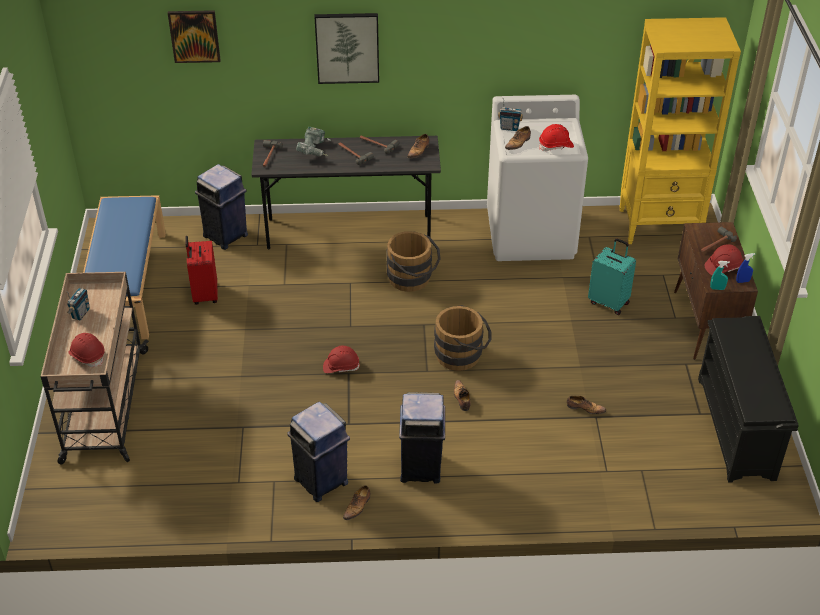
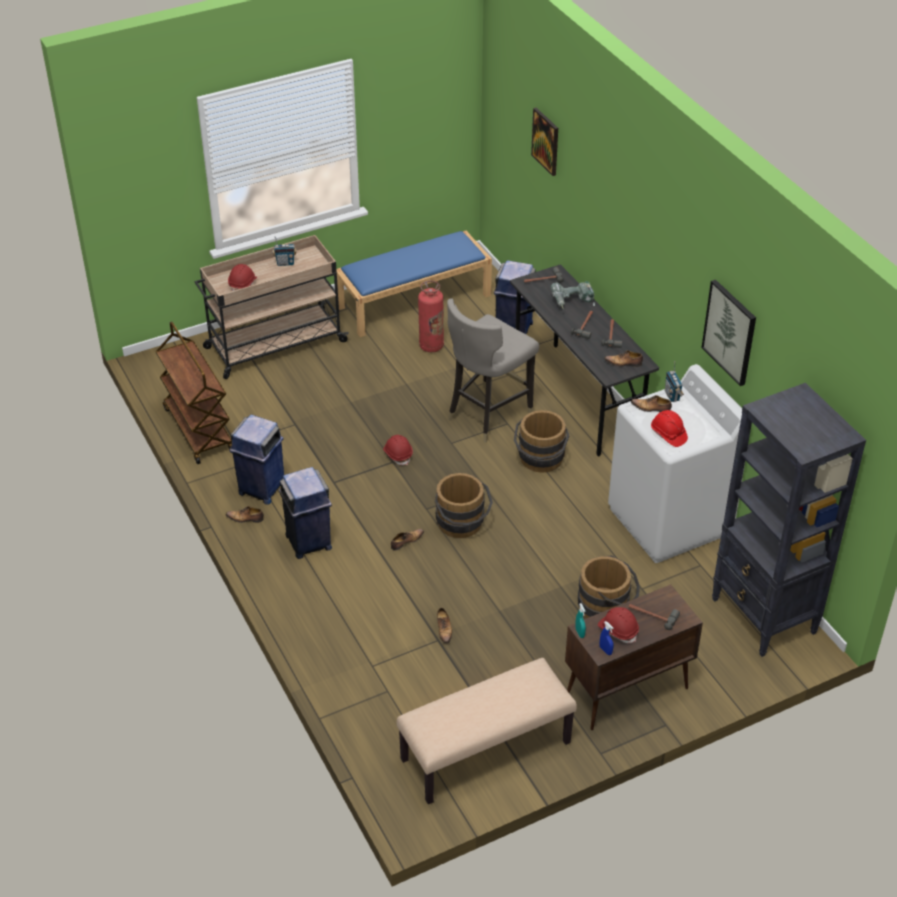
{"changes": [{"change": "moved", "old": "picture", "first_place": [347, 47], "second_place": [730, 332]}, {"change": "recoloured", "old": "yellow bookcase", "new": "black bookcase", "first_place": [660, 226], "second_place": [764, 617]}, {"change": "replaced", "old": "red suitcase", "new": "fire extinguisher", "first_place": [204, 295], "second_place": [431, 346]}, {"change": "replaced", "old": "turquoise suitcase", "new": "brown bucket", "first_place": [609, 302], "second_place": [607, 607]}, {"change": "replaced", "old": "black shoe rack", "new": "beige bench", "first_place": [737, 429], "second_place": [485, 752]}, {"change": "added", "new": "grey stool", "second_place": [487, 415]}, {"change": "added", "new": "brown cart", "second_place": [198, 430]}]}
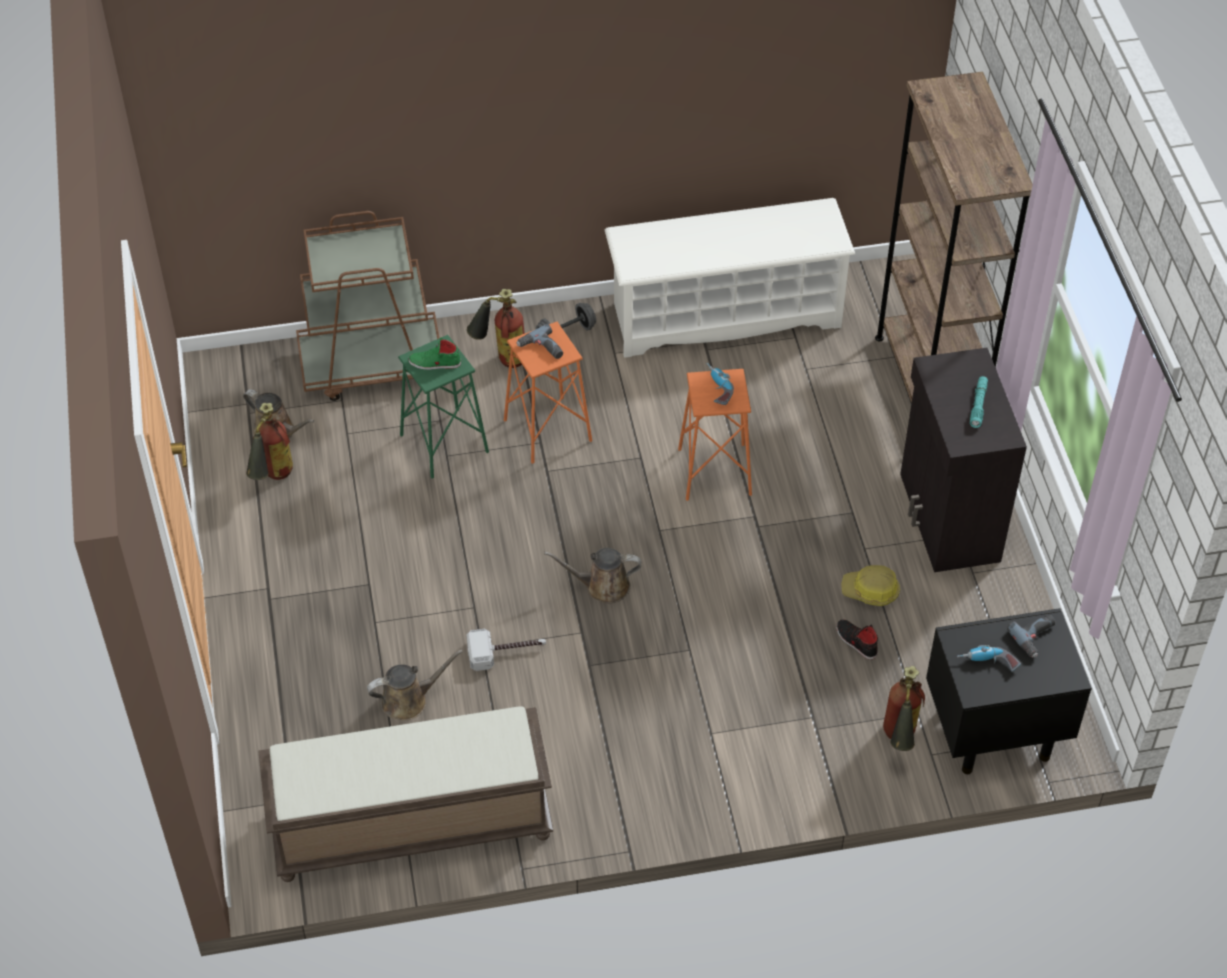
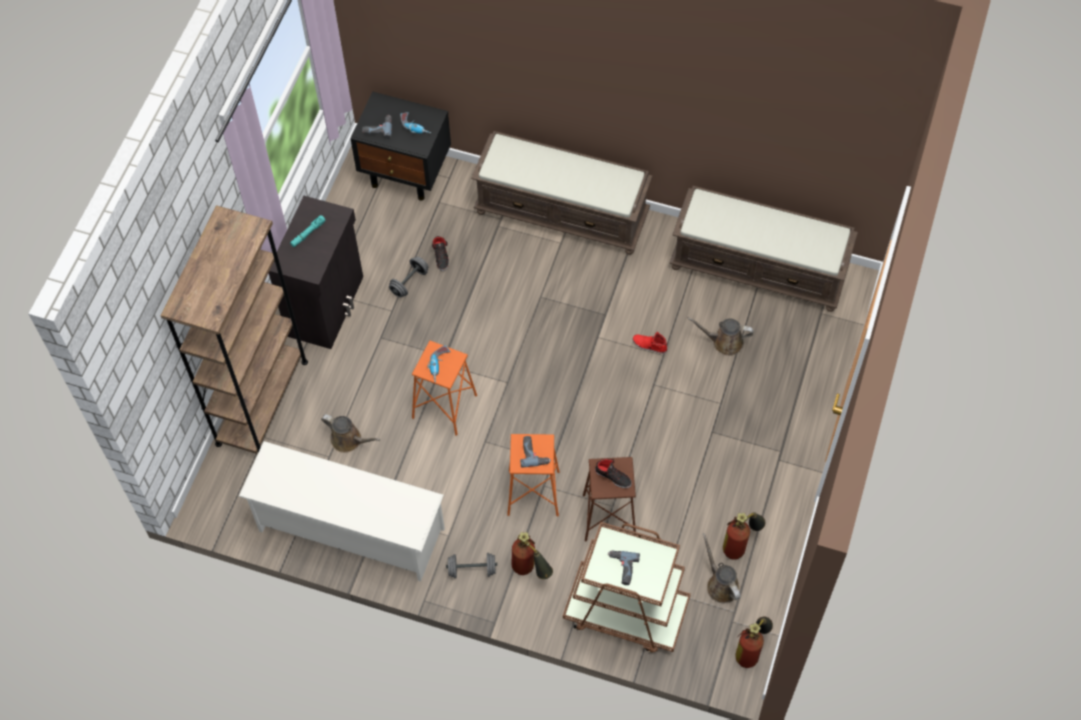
{"changes": [{"change": "recoloured", "old": "green stool", "new": "brown stool", "first_place": [444, 443], "second_place": [608, 516]}, {"change": "recoloured", "old": "green shoe", "new": "black shoe", "first_place": [435, 363], "second_place": [613, 476]}, {"change": "moved", "old": "brown watering can", "first_place": [602, 586], "second_place": [349, 440]}, {"change": "replaced", "old": "hard hat", "new": "grey dumbbell", "first_place": [870, 591], "second_place": [409, 282]}, {"change": "replaced", "old": "hammer", "new": "red shoe", "first_place": [507, 652], "second_place": [649, 345]}, {"change": "moved", "old": "fire extinguisher", "first_place": [898, 742], "second_place": [751, 650]}, {"change": "added", "new": "brown bench", "second_place": [563, 213]}, {"change": "added", "new": "power drill", "second_place": [621, 568]}]}
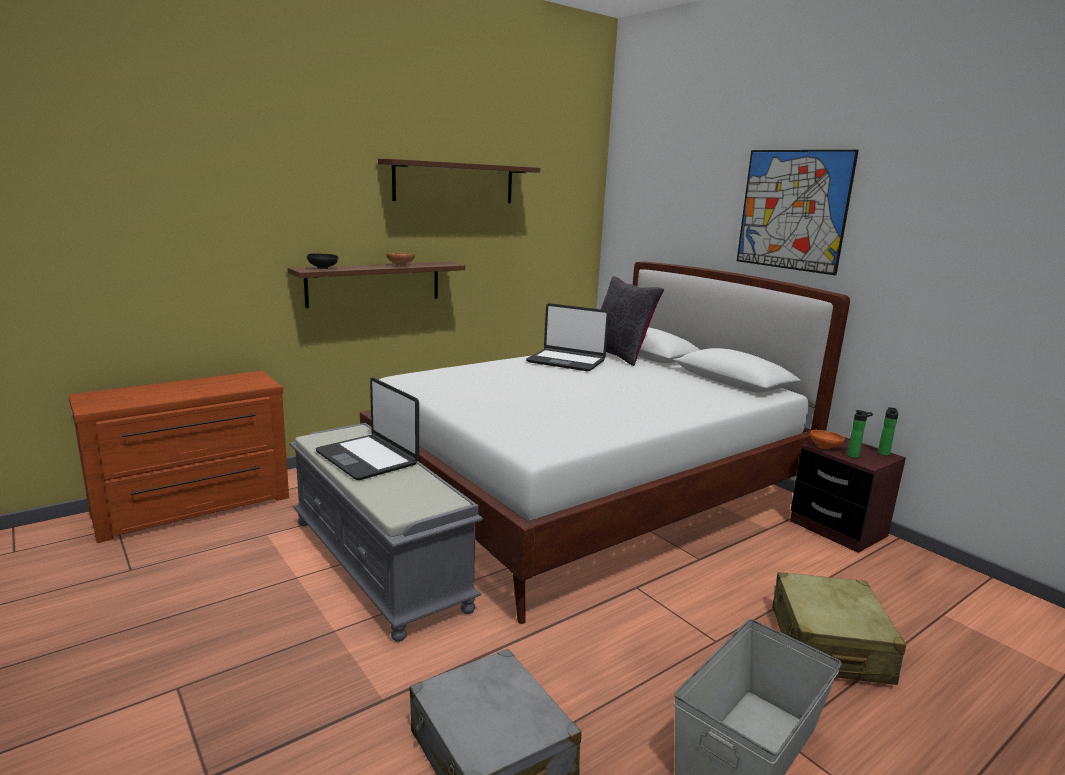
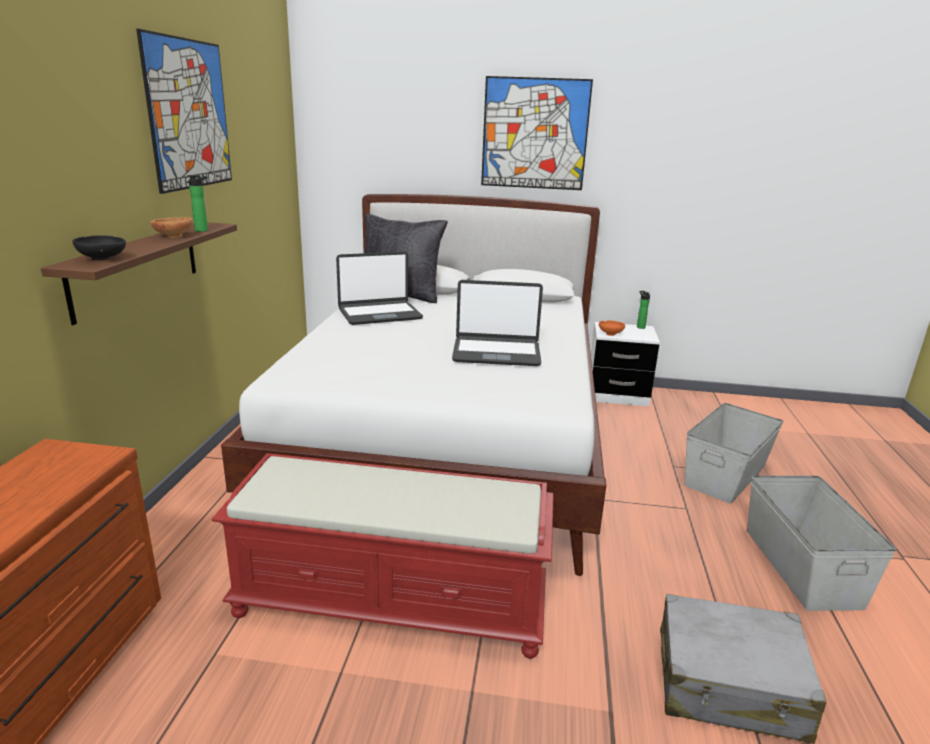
{"changes": [{"change": "replaced", "old": "brown shelf", "new": "picture", "first_place": [454, 182], "second_place": [189, 114]}, {"change": "moved", "old": "laptop", "first_place": [368, 458], "second_place": [496, 353]}, {"change": "moved", "old": "bottle", "first_place": [854, 456], "second_place": [203, 230]}, {"change": "recoloured", "old": "grey bench", "new": "red bench", "first_place": [380, 563], "second_place": [394, 601]}, {"change": "recoloured", "old": "brown nightstand", "new": "white nightstand", "first_place": [837, 529], "second_place": [617, 395]}, {"change": "replaced", "old": "beige suitcase", "new": "grey storage box", "first_place": [828, 644], "second_place": [726, 475]}]}
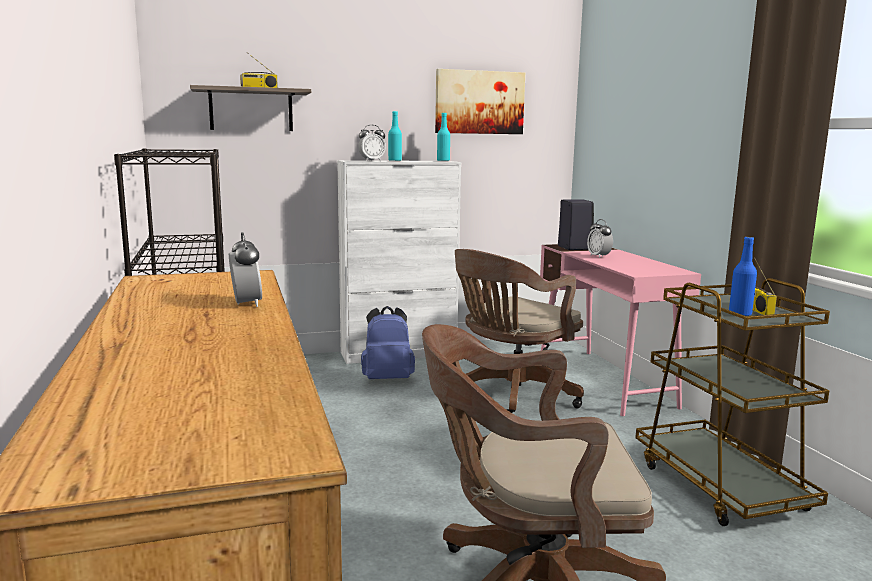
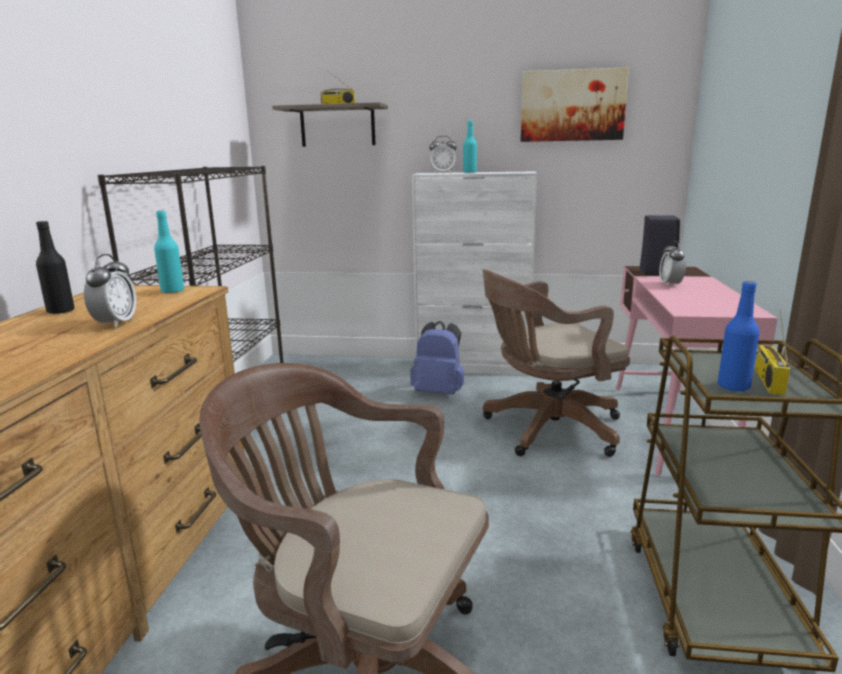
{"changes": [{"change": "moved", "old": "turquoise bottle", "first_place": [443, 161], "second_place": [172, 291]}, {"change": "added", "new": "black bottle", "second_place": [61, 311]}]}
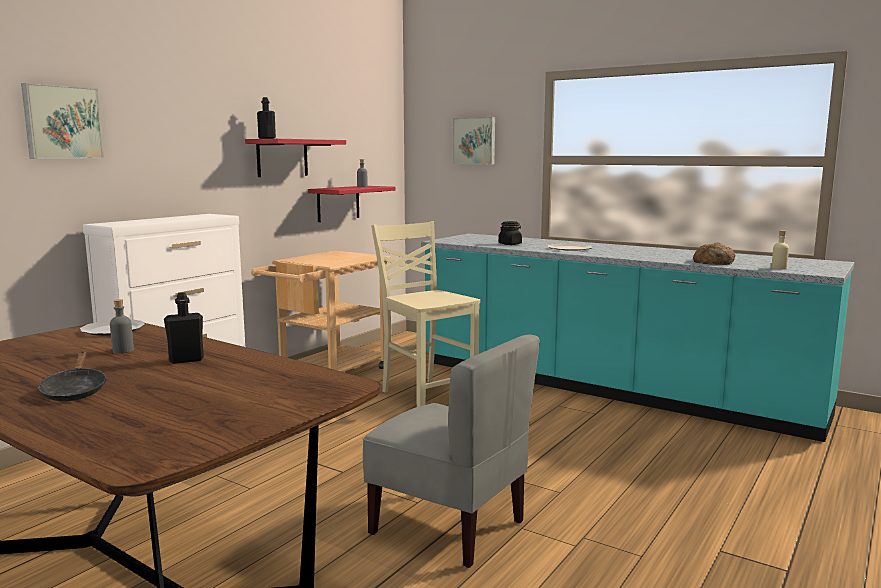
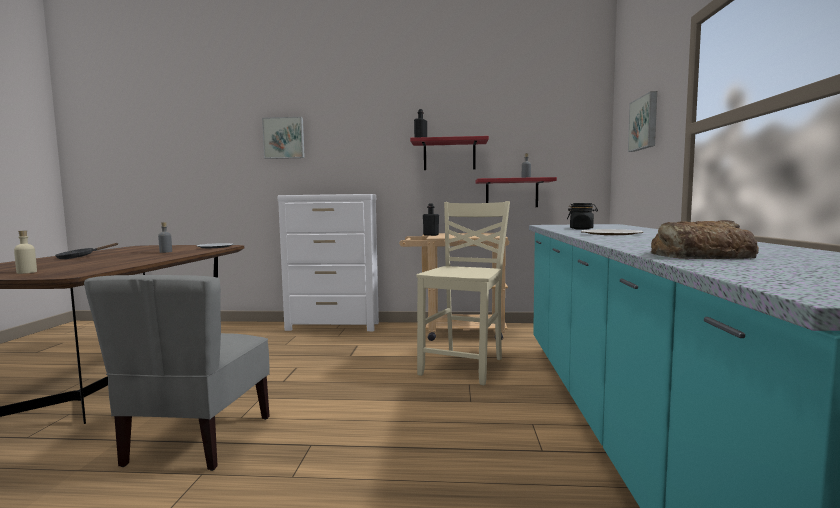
{"changes": [{"change": "moved", "old": "beige bottle", "first_place": [779, 268], "second_place": [27, 272]}, {"change": "moved", "old": "black bottle", "first_place": [186, 360], "second_place": [431, 235]}]}
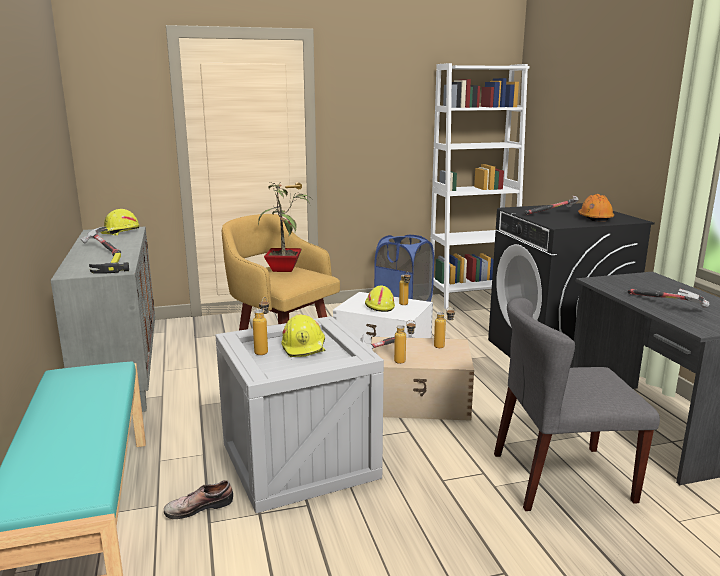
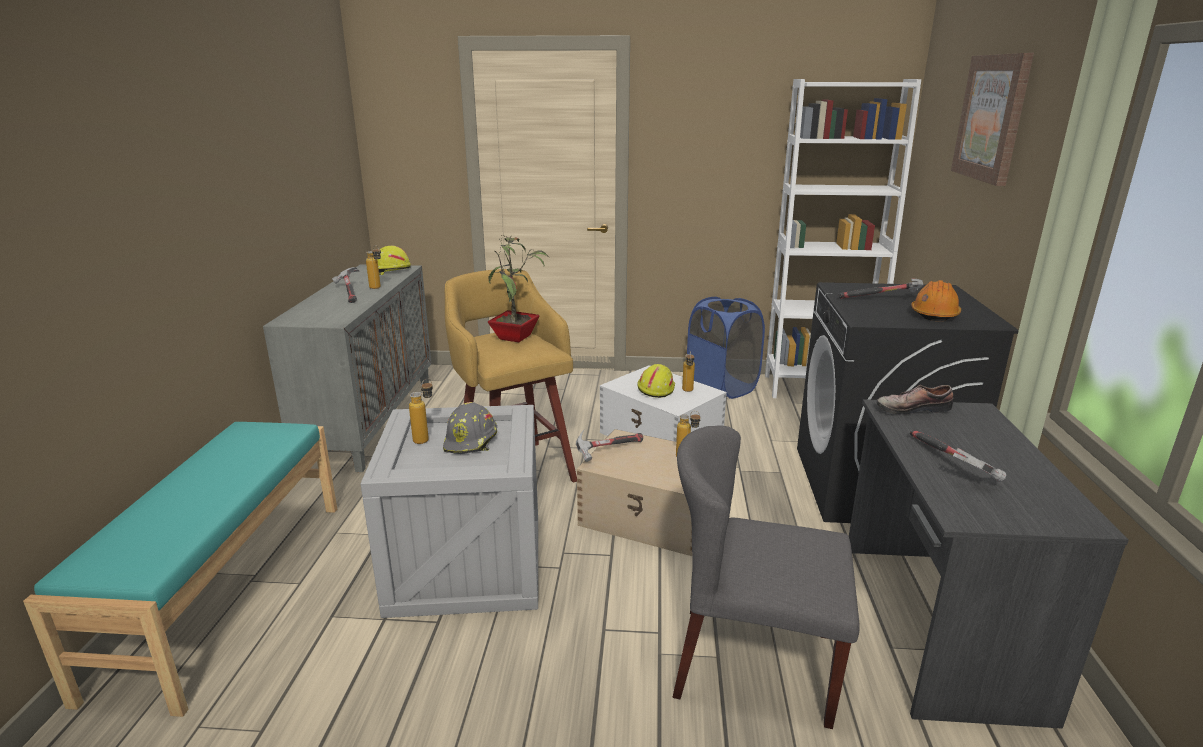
{"changes": [{"change": "removed", "old": "hammer", "first_place": [112, 266]}, {"change": "recoloured", "old": "yellow hard hat", "new": "grey hard hat", "first_place": [304, 347], "second_place": [471, 441]}, {"change": "moved", "old": "bottle", "first_place": [404, 362], "second_place": [377, 288]}, {"change": "moved", "old": "shoe", "first_place": [198, 506], "second_place": [911, 408]}, {"change": "added", "new": "picture", "second_place": [992, 118]}]}
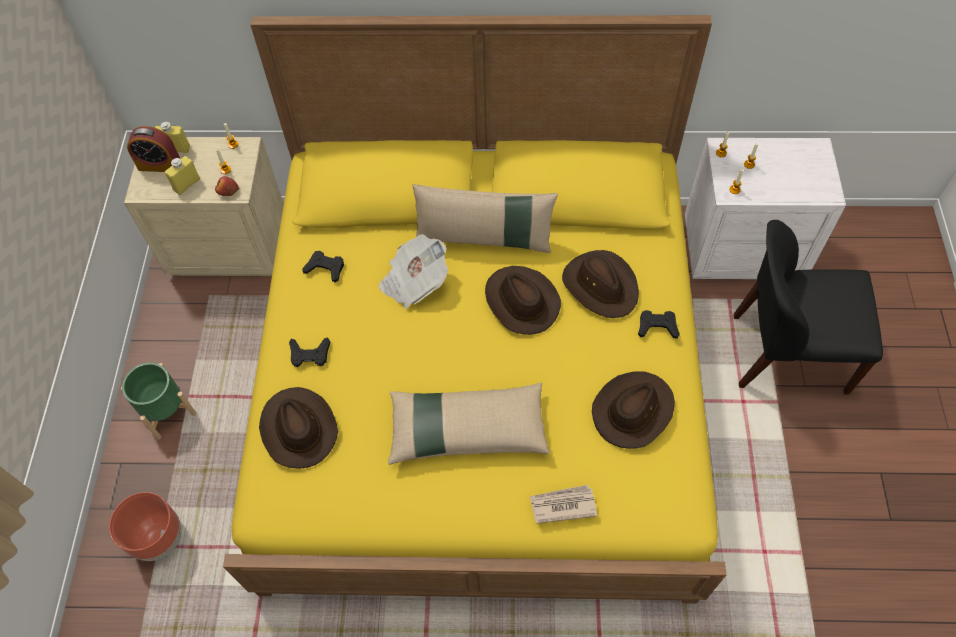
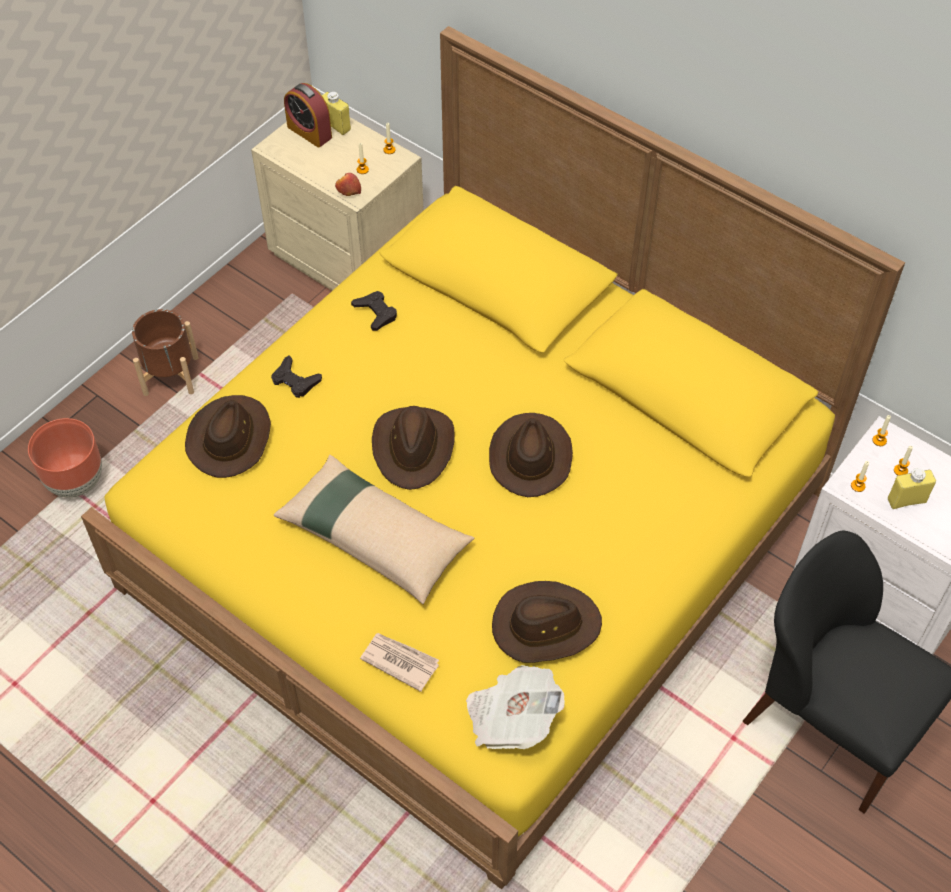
{"changes": [{"change": "moved", "old": "yellow bottle", "first_place": [187, 185], "second_place": [906, 500]}, {"change": "removed", "old": "beige pillow", "first_place": [484, 238]}, {"change": "moved", "old": "newspaper", "first_place": [414, 281], "second_place": [511, 718]}, {"change": "moved", "old": "brown hat", "first_place": [601, 285], "second_place": [413, 448]}, {"change": "removed", "old": "black game controller", "first_place": [657, 326]}, {"change": "recoloured", "old": "green planter", "new": "brown planter", "first_place": [166, 411], "second_place": [170, 375]}]}
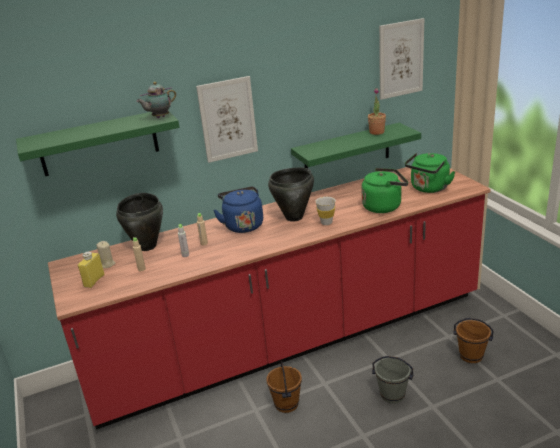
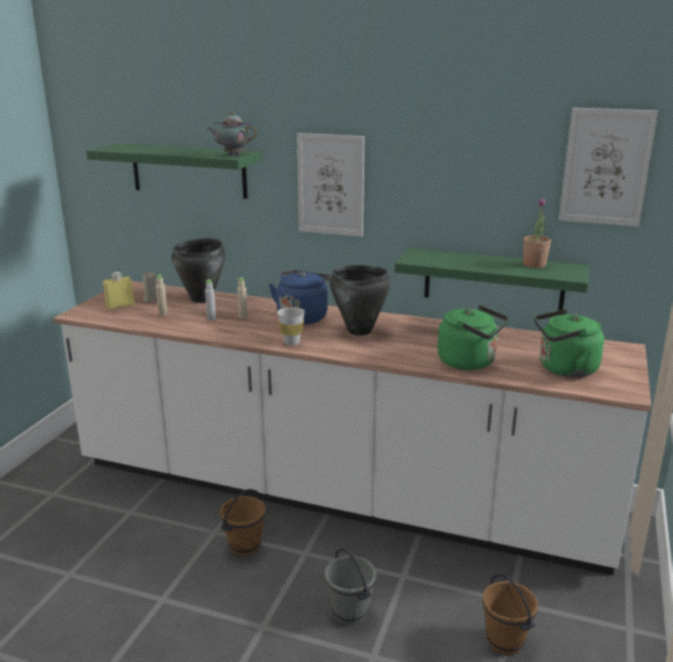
{"changes": [{"change": "recoloured", "old": "red counter", "new": "white counter", "first_place": [291, 341], "second_place": [336, 494]}, {"change": "moved", "old": "white cup", "first_place": [326, 223], "second_place": [291, 342]}]}
